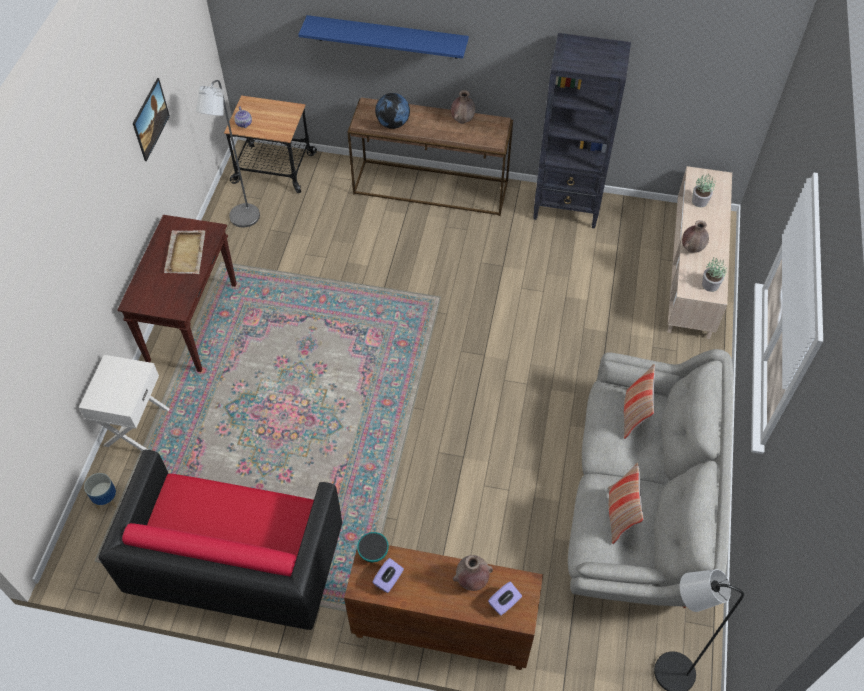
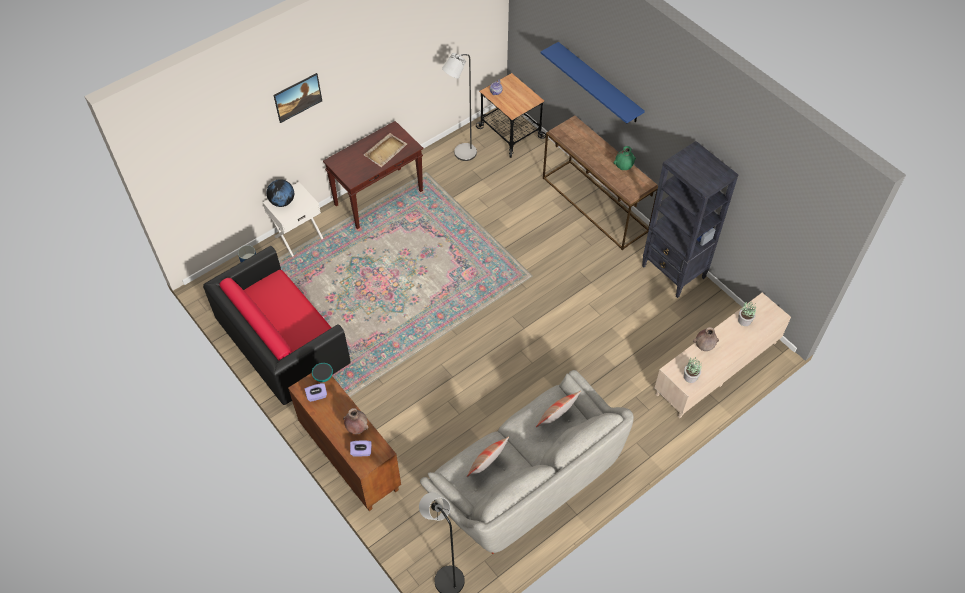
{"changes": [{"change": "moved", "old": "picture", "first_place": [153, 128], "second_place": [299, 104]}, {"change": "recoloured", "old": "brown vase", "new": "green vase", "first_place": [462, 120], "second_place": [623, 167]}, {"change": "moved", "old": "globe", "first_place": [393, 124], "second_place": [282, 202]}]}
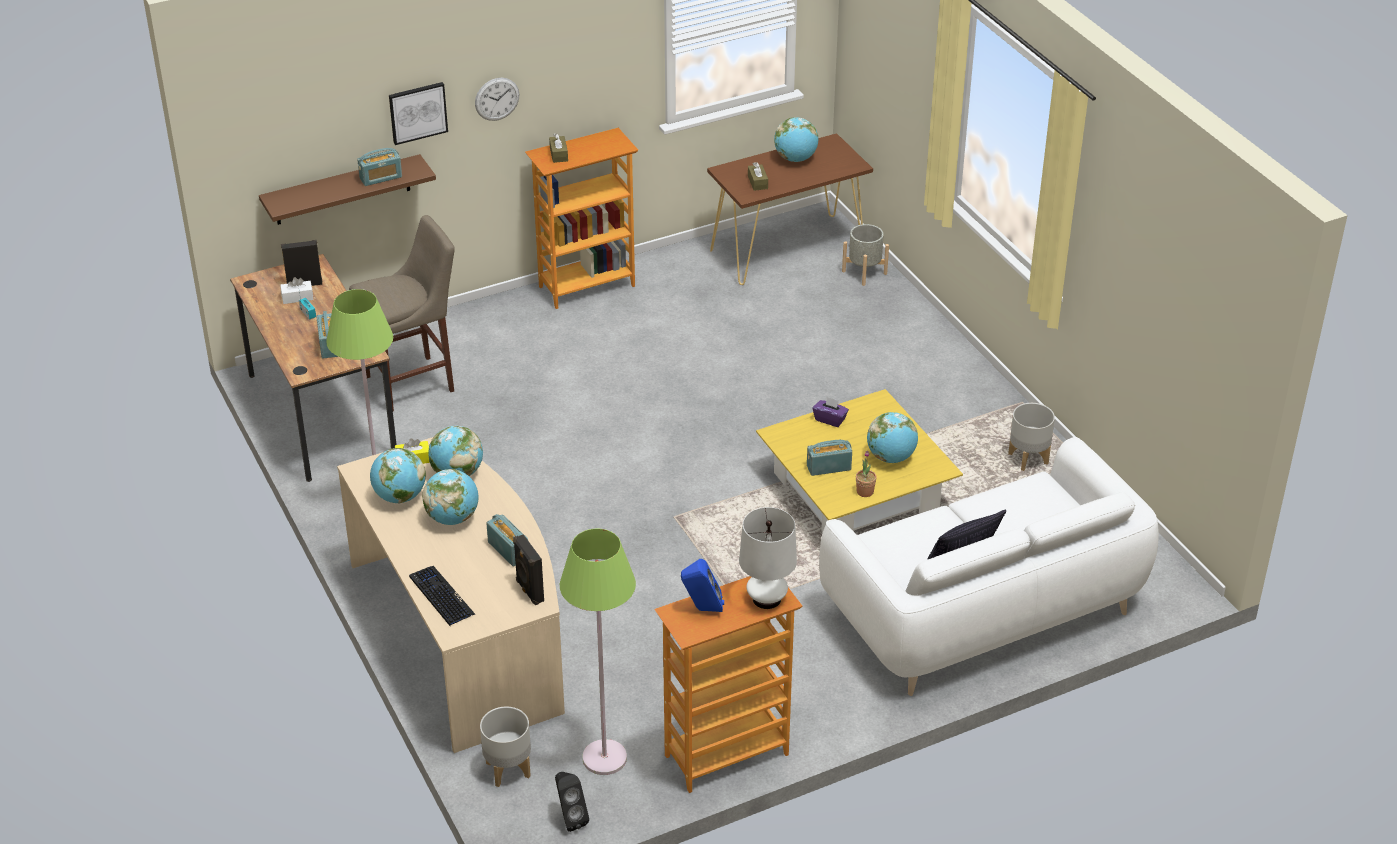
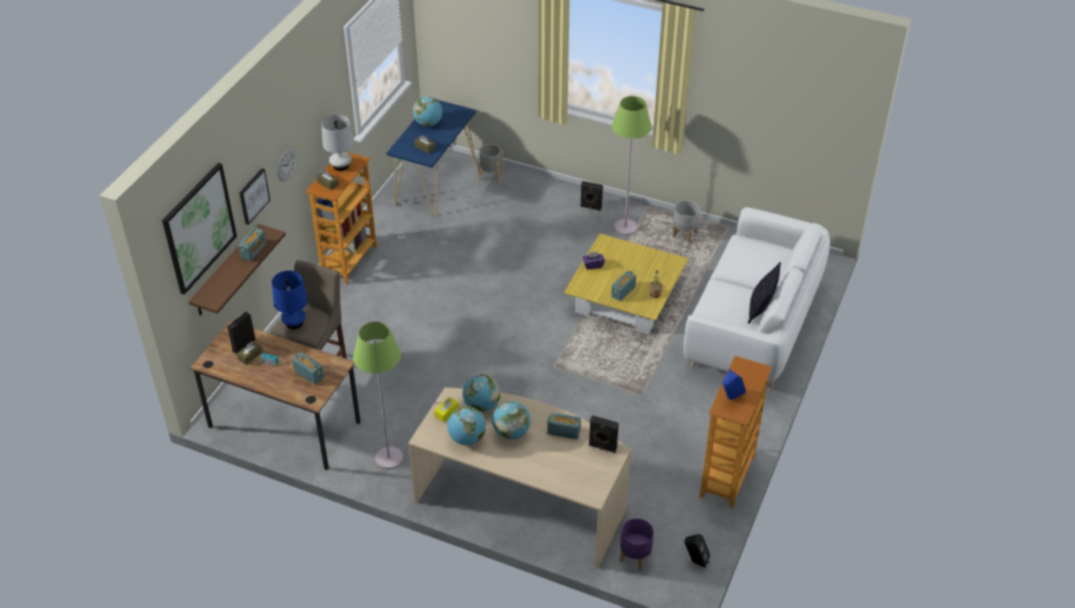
{"changes": [{"change": "recoloured", "old": "brown console table", "new": "blue console table", "first_place": [788, 249], "second_place": [435, 182]}, {"change": "recoloured", "old": "white tissue box", "new": "brown tissue box", "first_place": [297, 297], "second_place": [250, 356]}, {"change": "removed", "old": "globe", "first_place": [891, 457]}, {"change": "moved", "old": "white table lamp", "first_place": [766, 599], "second_place": [341, 166]}, {"change": "moved", "old": "green floor lamp", "first_place": [604, 758], "second_place": [625, 227]}, {"change": "removed", "old": "keyboard", "first_place": [441, 596]}, {"change": "recoloured", "old": "grey planter", "new": "purple planter", "first_place": [507, 770], "second_place": [635, 558]}, {"change": "added", "new": "picture", "second_place": [199, 228]}, {"change": "added", "new": "black speaker", "second_place": [590, 207]}, {"change": "added", "new": "blue table lamp", "second_place": [294, 323]}]}
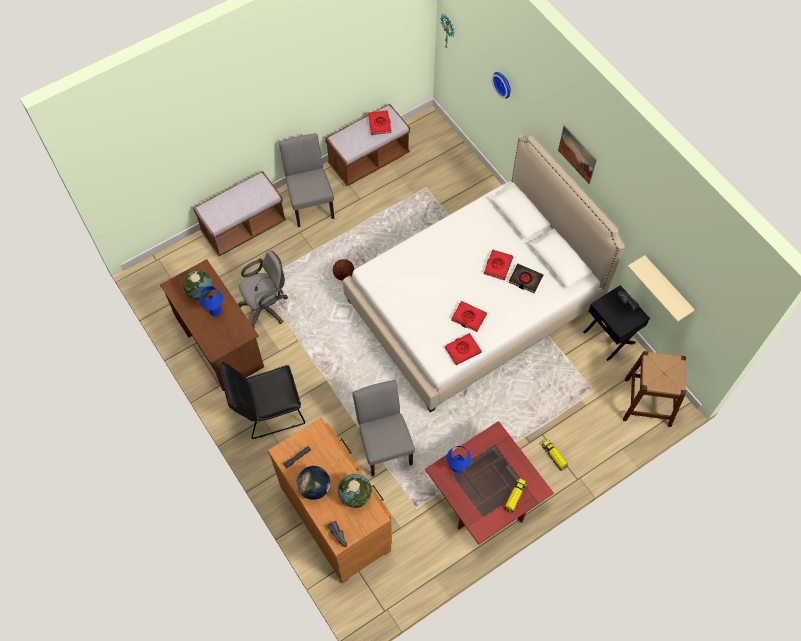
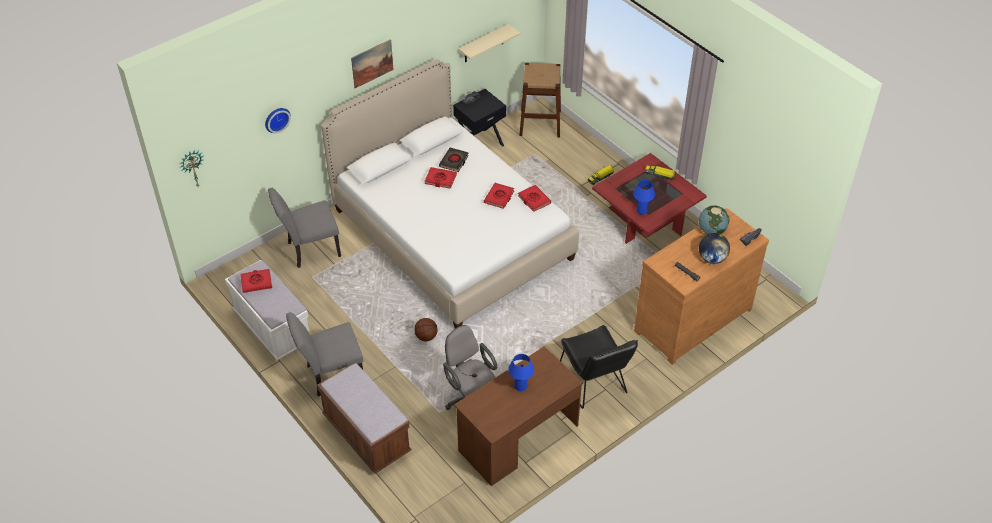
{"changes": [{"change": "recoloured", "old": "brown bench", "new": "white bench", "first_place": [368, 160], "second_place": [272, 327]}, {"change": "removed", "old": "globe", "first_place": [200, 292]}, {"change": "moved", "old": "grey chair", "first_place": [384, 444], "second_place": [309, 250]}]}
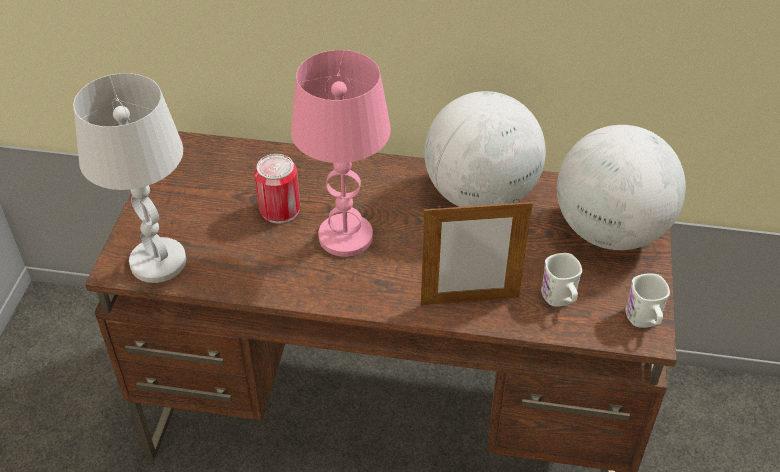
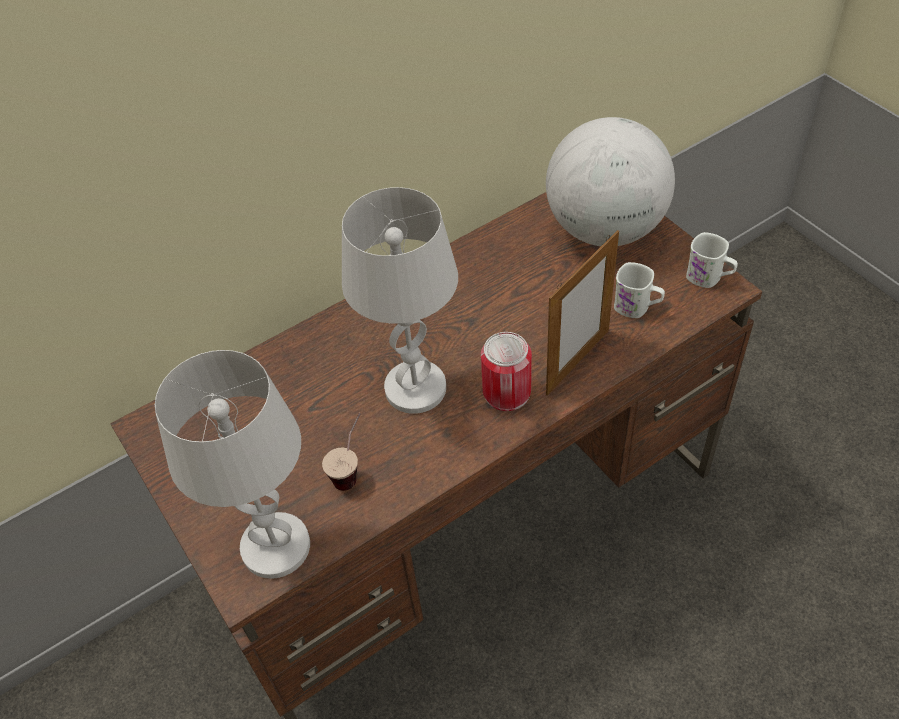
{"changes": [{"change": "recoloured", "old": "pink table lamp", "new": "white table lamp", "first_place": [346, 236], "second_place": [415, 388]}, {"change": "removed", "old": "globe", "first_place": [480, 196]}, {"change": "moved", "old": "can", "first_place": [280, 209], "second_place": [506, 392]}, {"change": "added", "new": "cup", "second_place": [352, 469]}]}
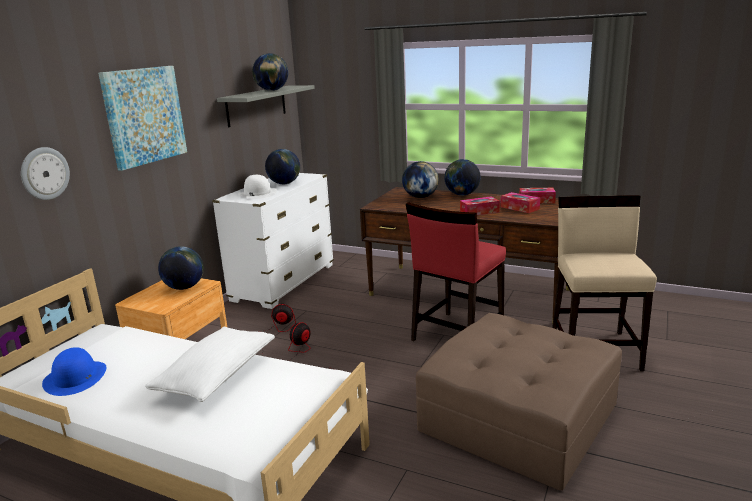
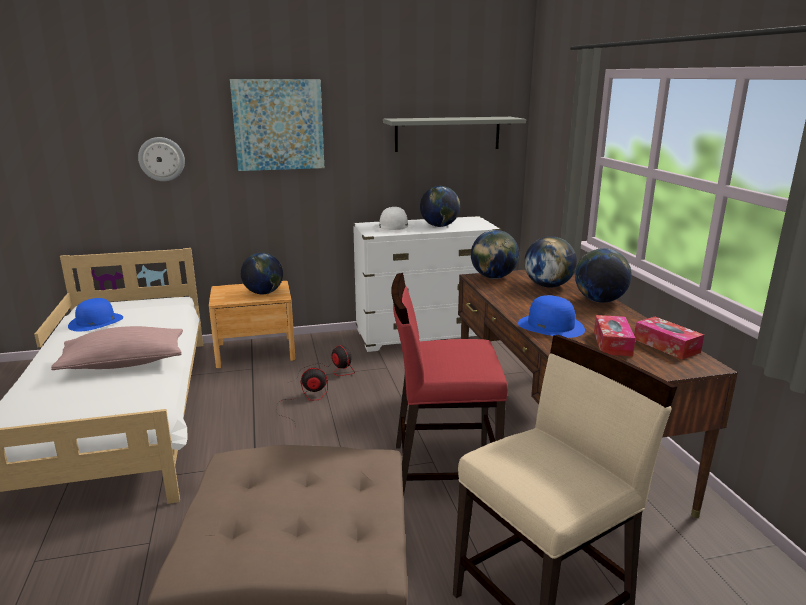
{"changes": [{"change": "moved", "old": "globe", "first_place": [272, 90], "second_place": [493, 277]}, {"change": "replaced", "old": "tissue box", "new": "blue hat", "first_place": [479, 212], "second_place": [551, 326]}, {"change": "recoloured", "old": "white pillow", "new": "pink pillow", "first_place": [216, 376], "second_place": [124, 363]}]}
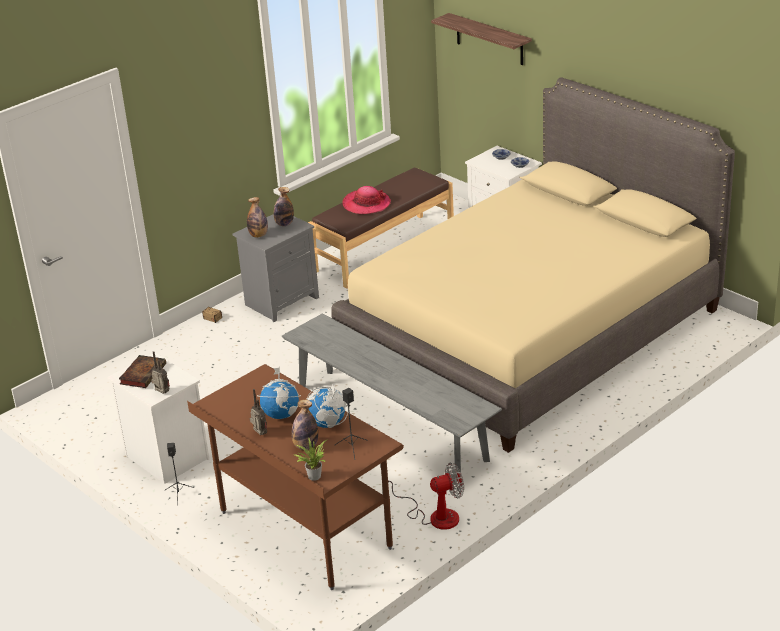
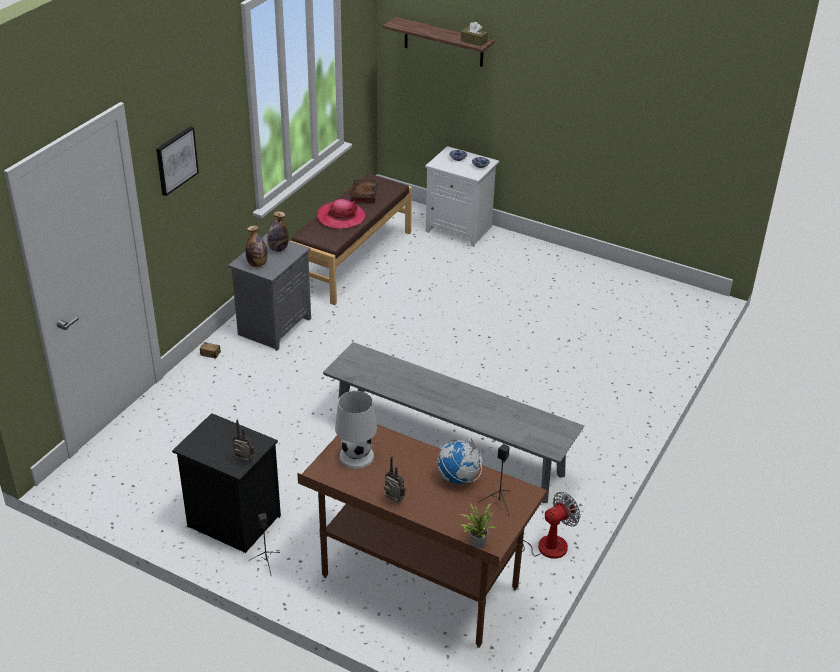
{"changes": [{"change": "removed", "old": "beige bed", "first_place": [532, 334]}, {"change": "recoloured", "old": "white nightstand", "new": "black nightstand", "first_place": [165, 457], "second_place": [231, 521]}, {"change": "moved", "old": "book", "first_place": [143, 373], "second_place": [363, 193]}, {"change": "removed", "old": "globe", "first_place": [281, 414]}, {"change": "removed", "old": "bottle", "first_place": [305, 446]}, {"change": "added", "new": "brown tissue box", "second_place": [474, 41]}, {"change": "added", "new": "picture", "second_place": [176, 160]}, {"change": "added", "new": "white table lamp", "second_place": [356, 456]}]}
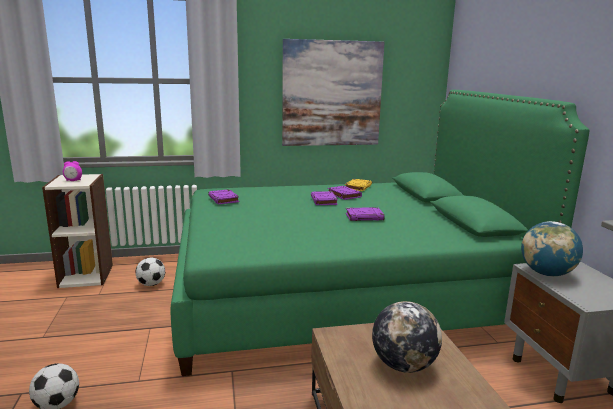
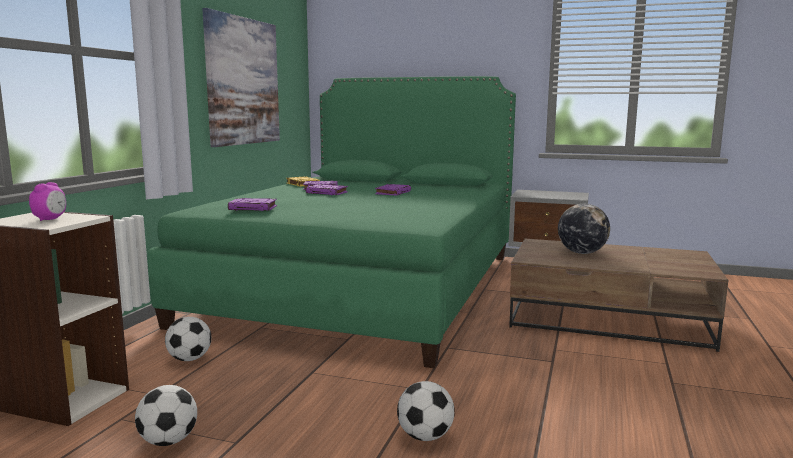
{"changes": [{"change": "removed", "old": "globe", "first_place": [546, 273]}, {"change": "added", "new": "football", "second_place": [168, 441]}]}
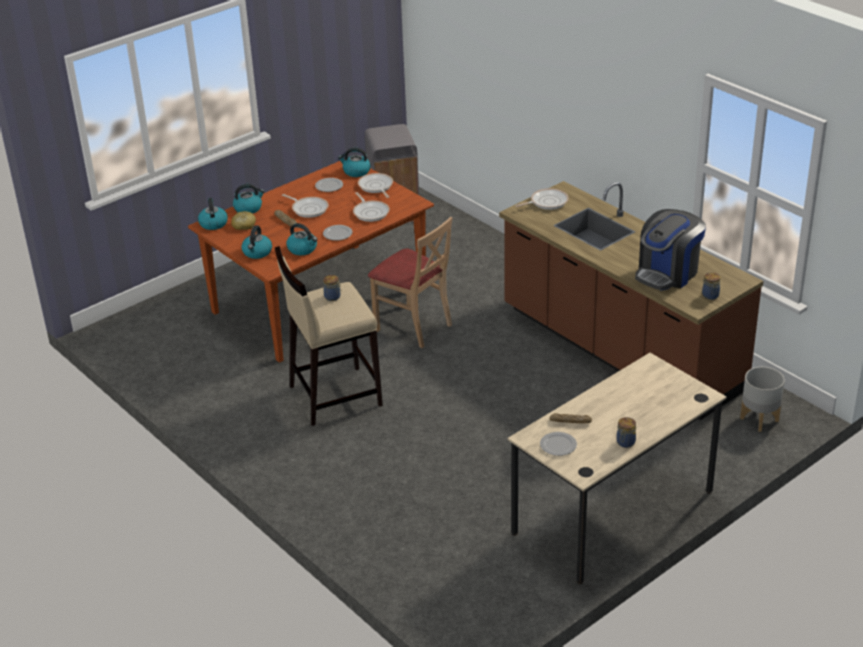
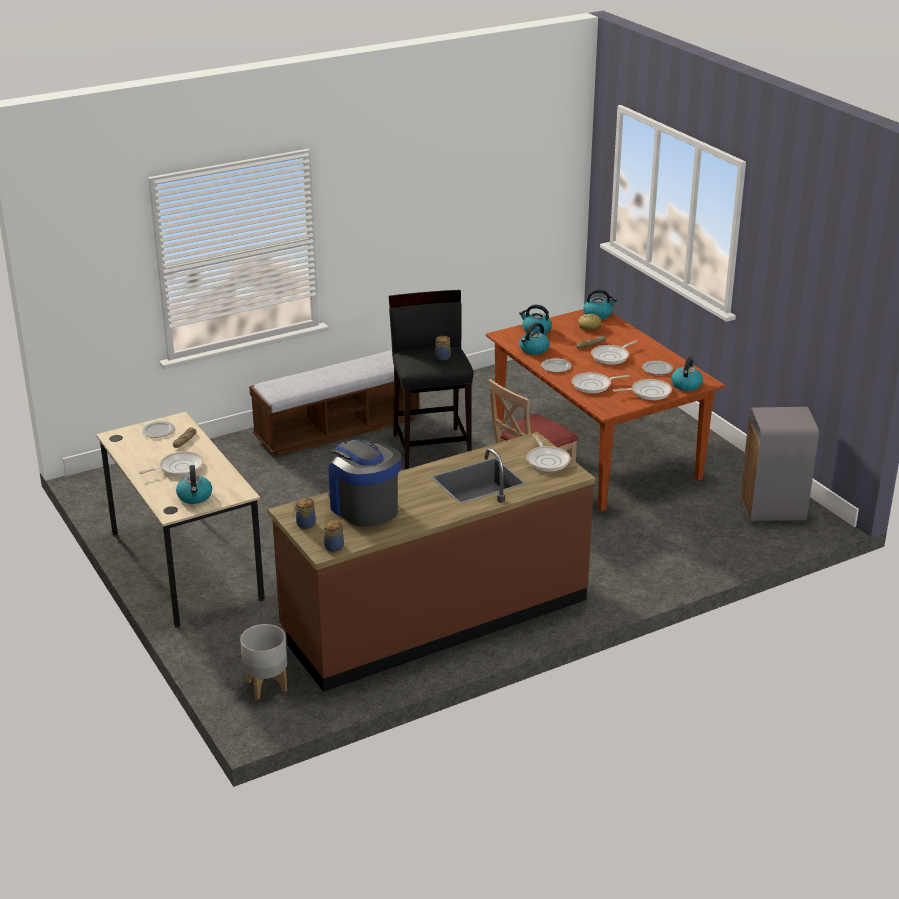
{"changes": [{"change": "moved", "old": "kettle", "first_place": [248, 208], "second_place": [195, 497]}, {"change": "recoloured", "old": "beige stool", "new": "black stool", "first_place": [334, 395], "second_place": [432, 447]}, {"change": "moved", "old": "jar", "first_place": [625, 443], "second_place": [333, 546]}, {"change": "added", "new": "bench", "second_place": [338, 429]}, {"change": "added", "new": "frying pan", "second_place": [178, 467]}]}
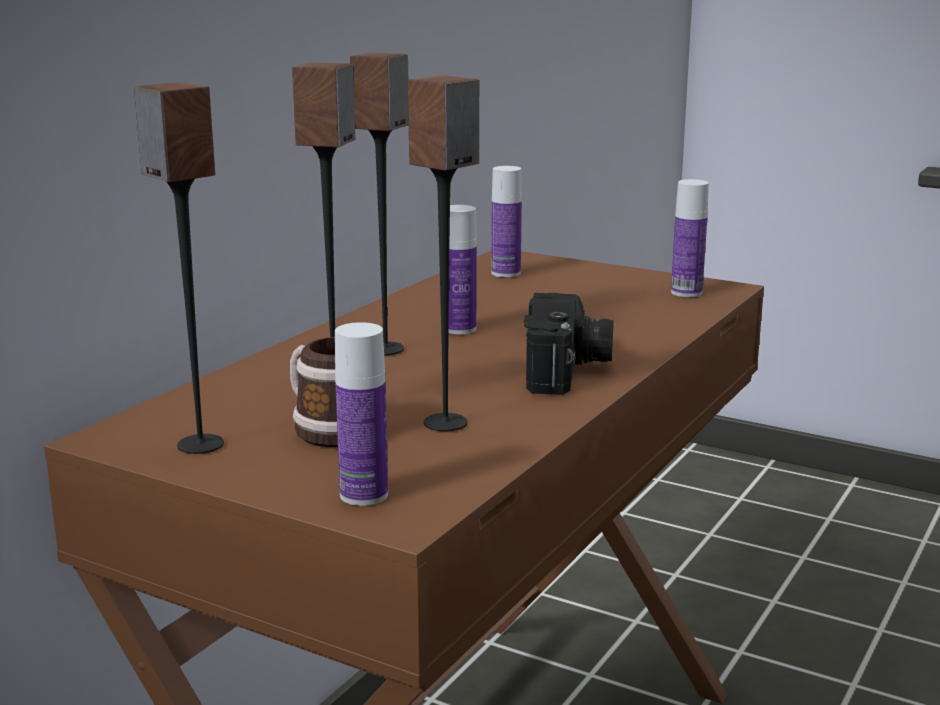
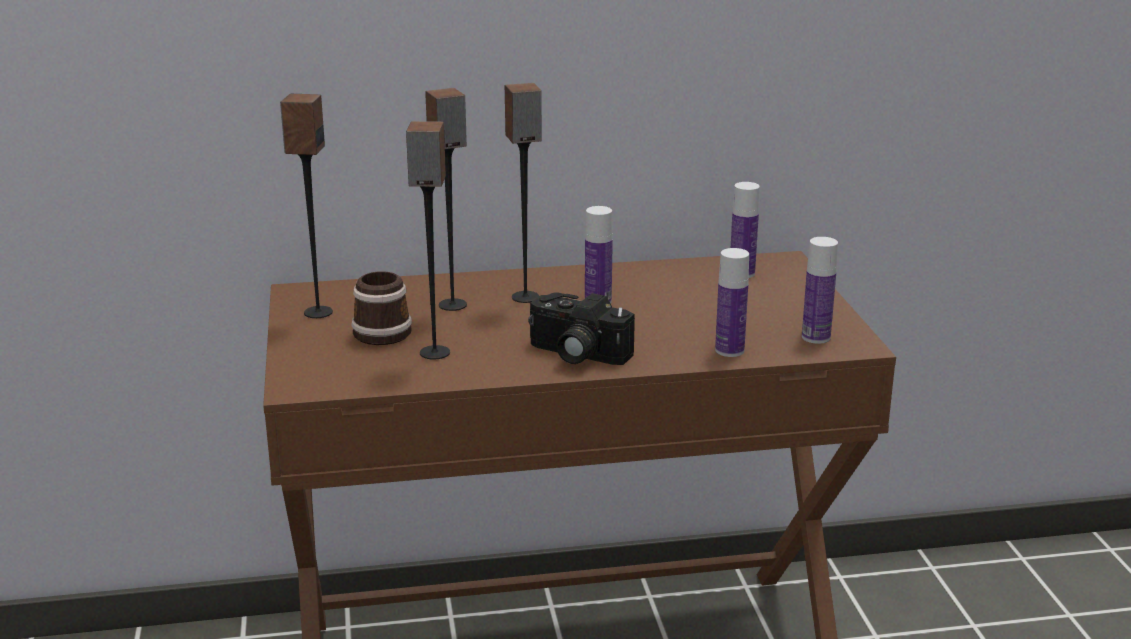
{"changes": [{"change": "turned", "old": "photo camera", "first_place": [568, 371], "second_place": [575, 354], "degrees": 60}, {"change": "moved", "old": "bottle", "first_place": [364, 495], "second_place": [729, 350]}]}
